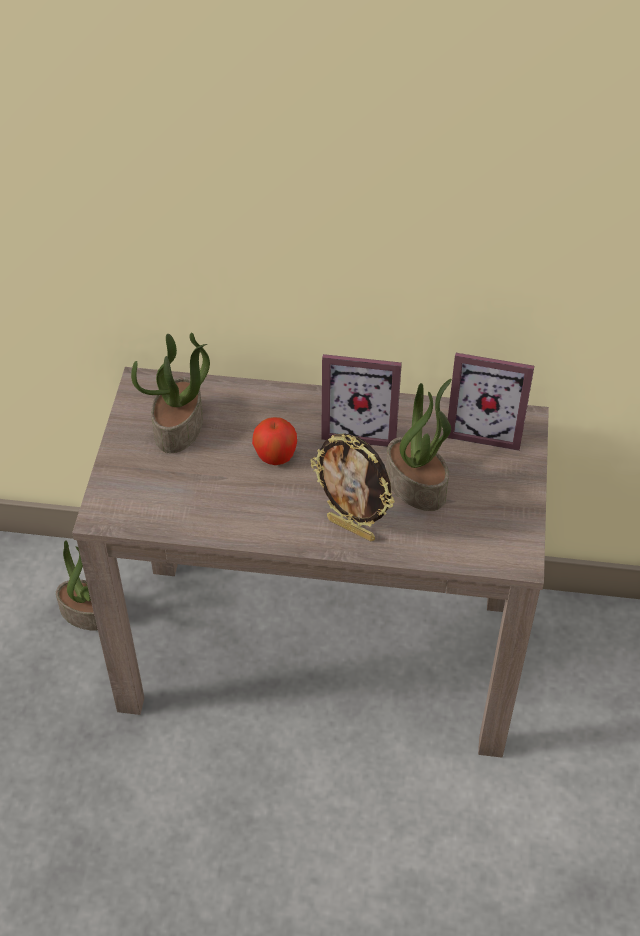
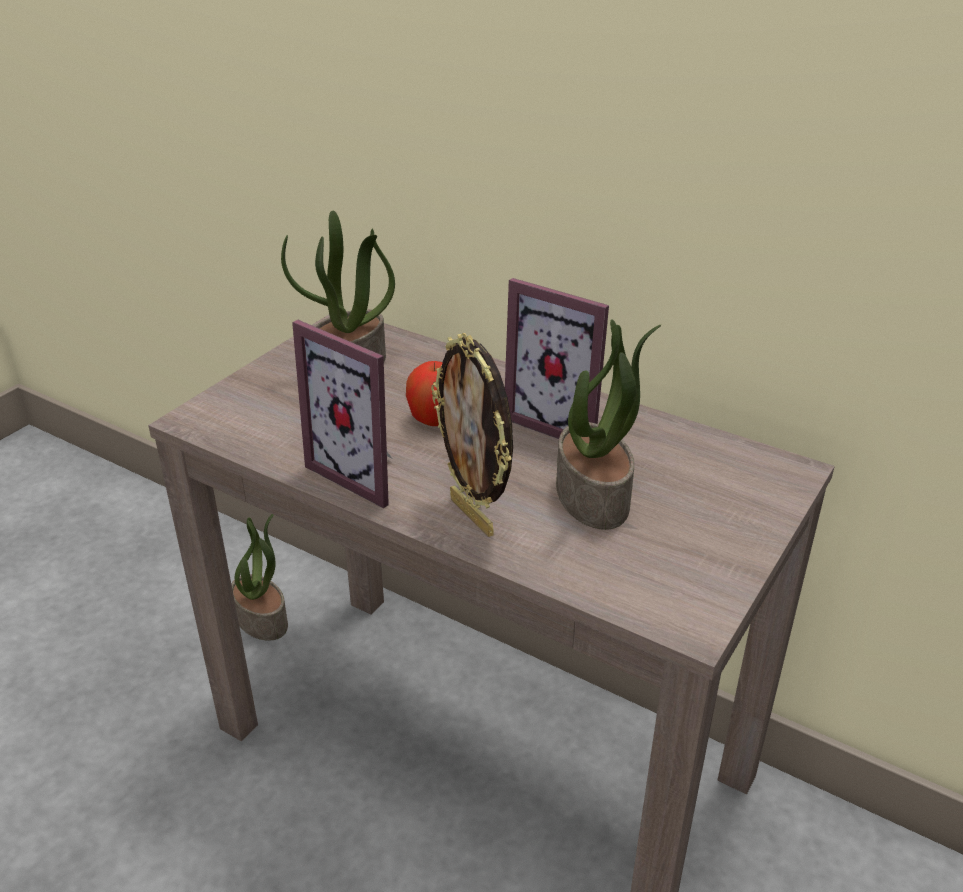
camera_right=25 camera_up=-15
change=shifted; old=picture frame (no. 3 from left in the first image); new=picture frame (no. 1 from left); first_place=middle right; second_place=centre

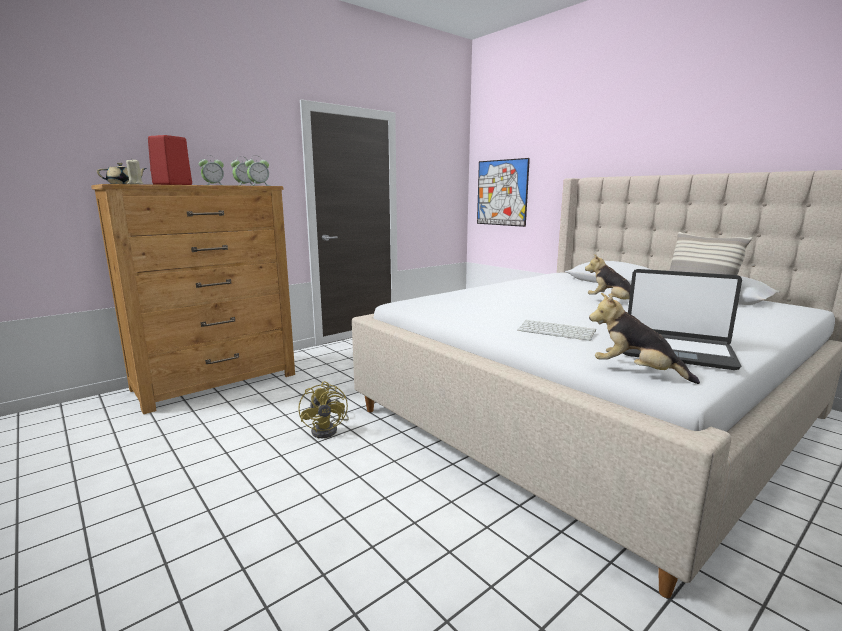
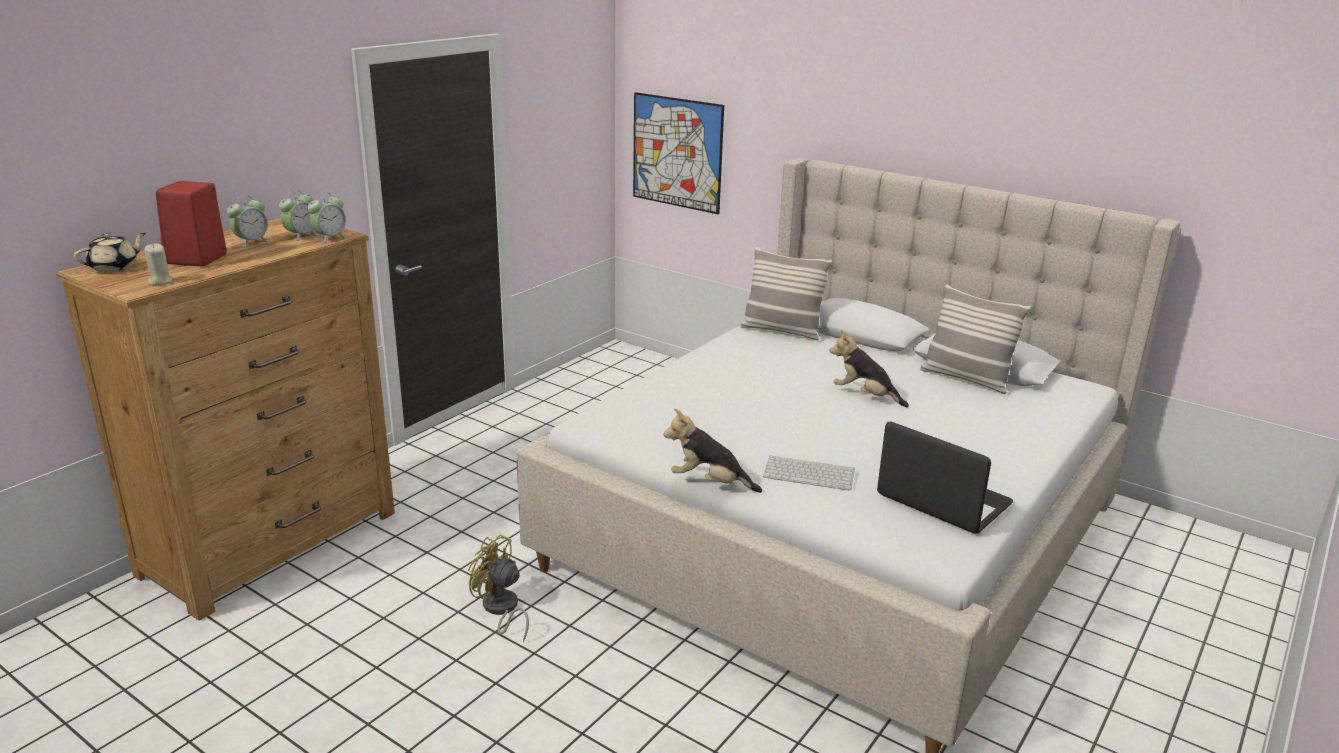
camera_right=-15 camera_up=10
change=rotated; old=yellow fan; first_place=centre; second_place=bottom centre; degrees=150
change=shifted; old=plush toy (no. 2 from left in the first image); new=plush toy (no. 1 from left); first_place=middle right; second_place=centre
change=new; new=pillow (no. 1 from left); second_place=centre
change=rotated; old=laptop; first_place=middle right; second_place=middle right; degrees=-150

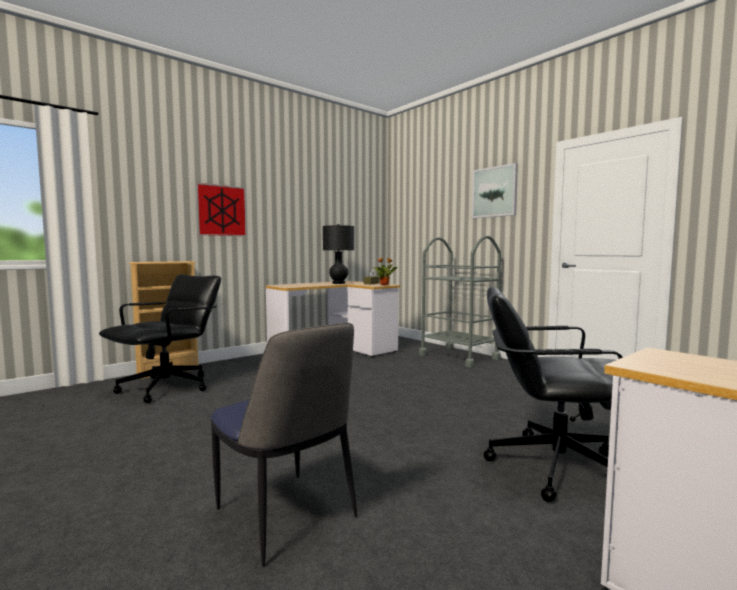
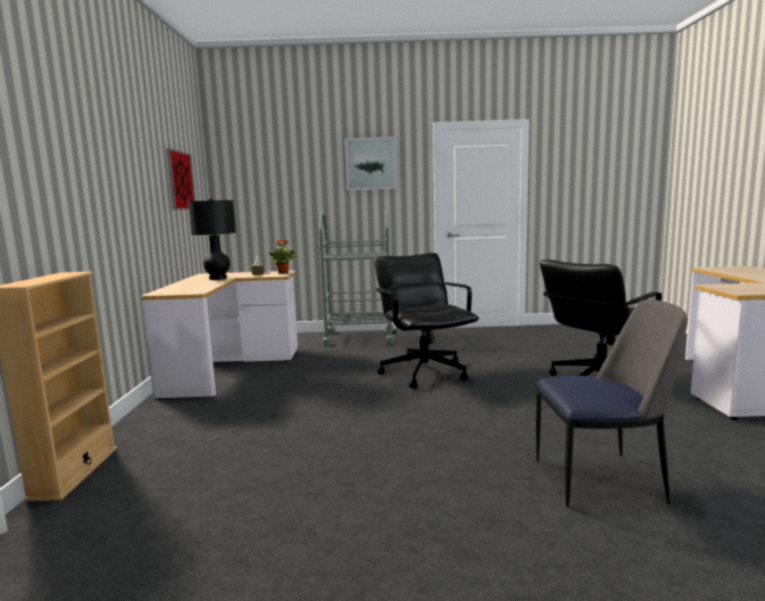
camera_right=-50 camera_up=5
change=shifted; old=picture (no. 1 from left); first_place=middle left; second_place=top left
change=shifted; old=black office chair (no. 1 from left); first_place=middle left; second_place=centre

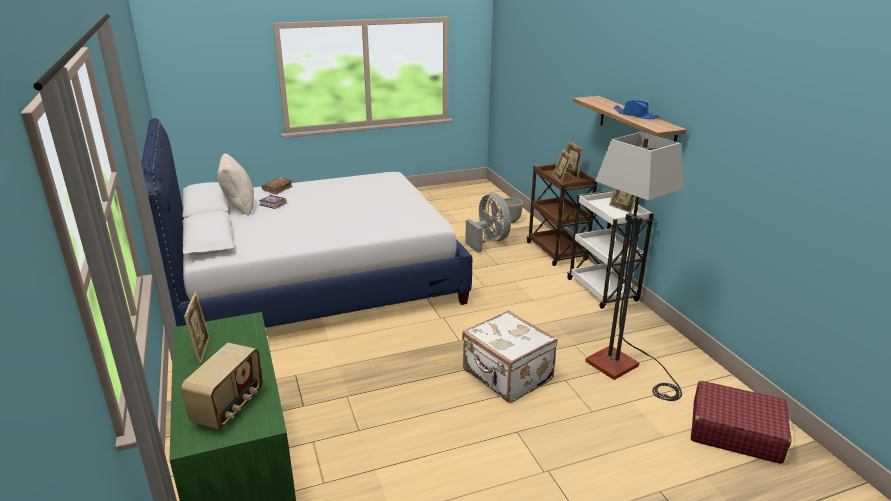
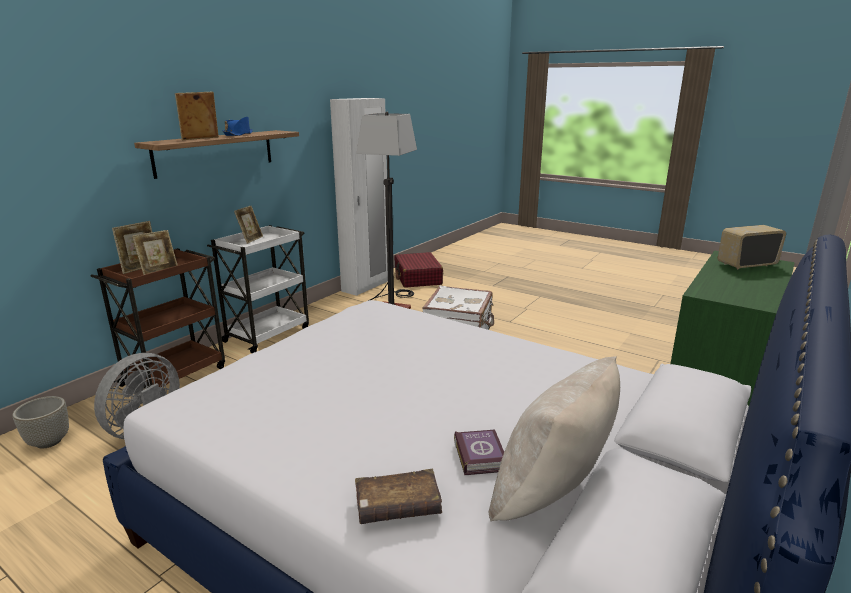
camera_right=-125 camera_up=-5
change=shifted; old=picture frame (no. 1 from left in the first image); new=picture frame (no. 3 from left); first_place=middle left; second_place=top left
change=new; new=white wardrobe; second_place=top centre

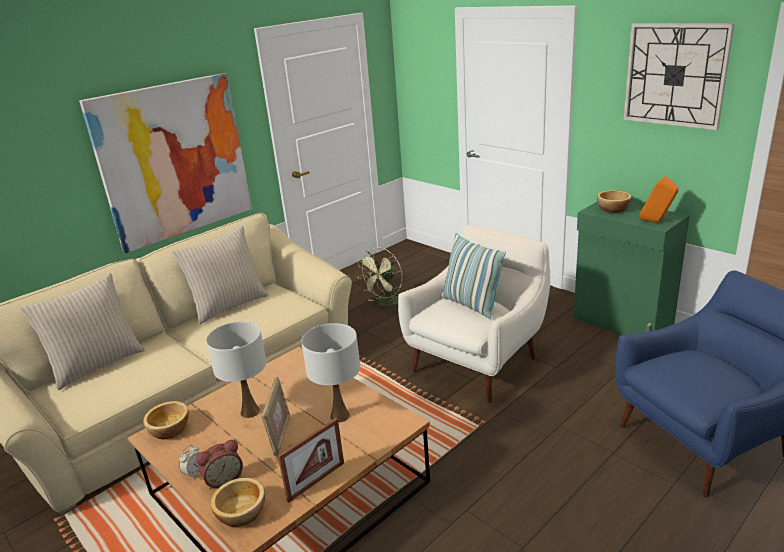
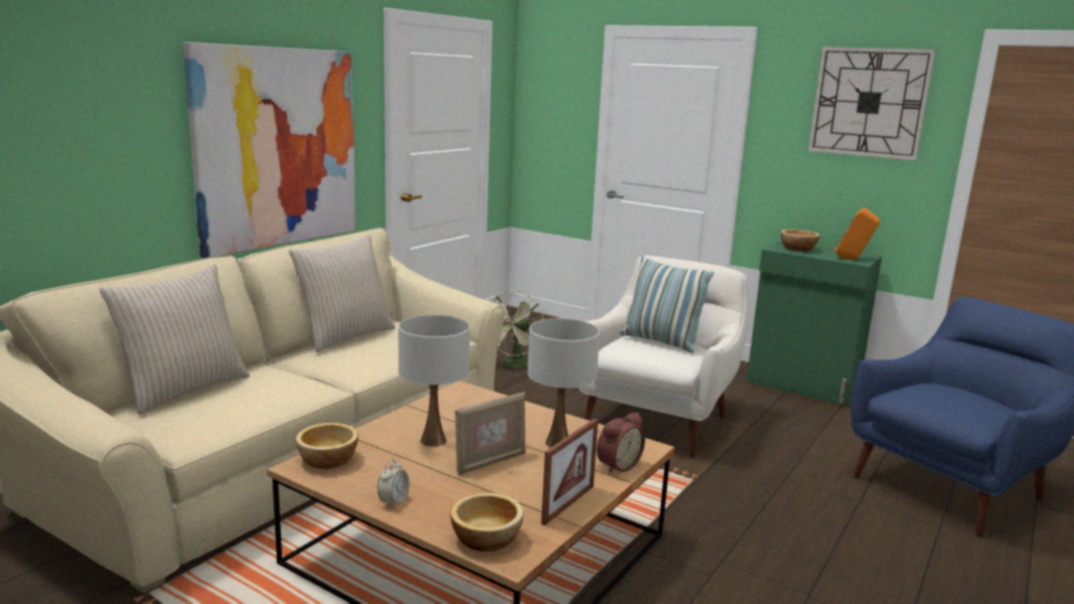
camera_right=-15 camera_up=-10
change=rotated; old=picture frame (no. 1 from left); first_place=bottom centre; second_place=bottom centre; degrees=60
change=shifted; old=alarm clock (no. 2 from left); first_place=bottom left; second_place=bottom centre

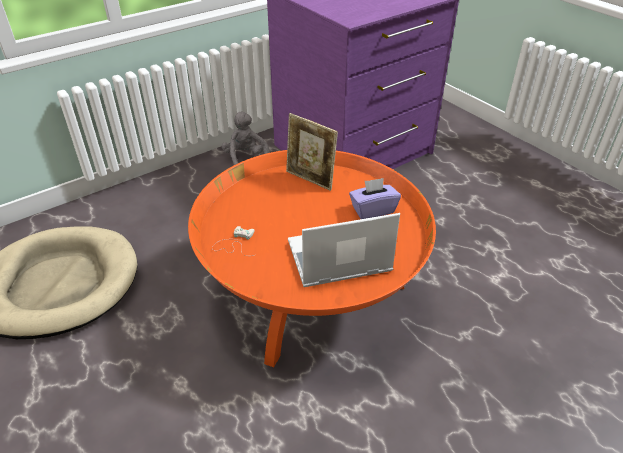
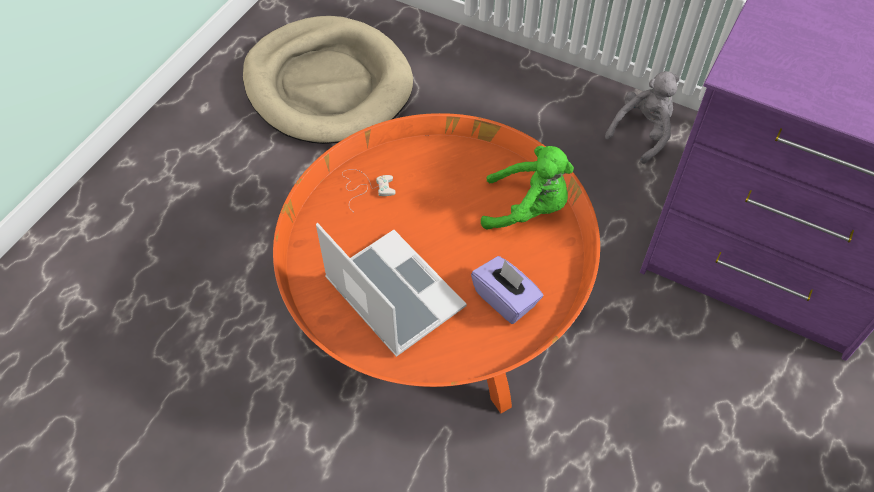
camera_right=65 camera_up=15
change=swapped; old=picture frame; new=green plush toy; first_place=centre; second_place=centre

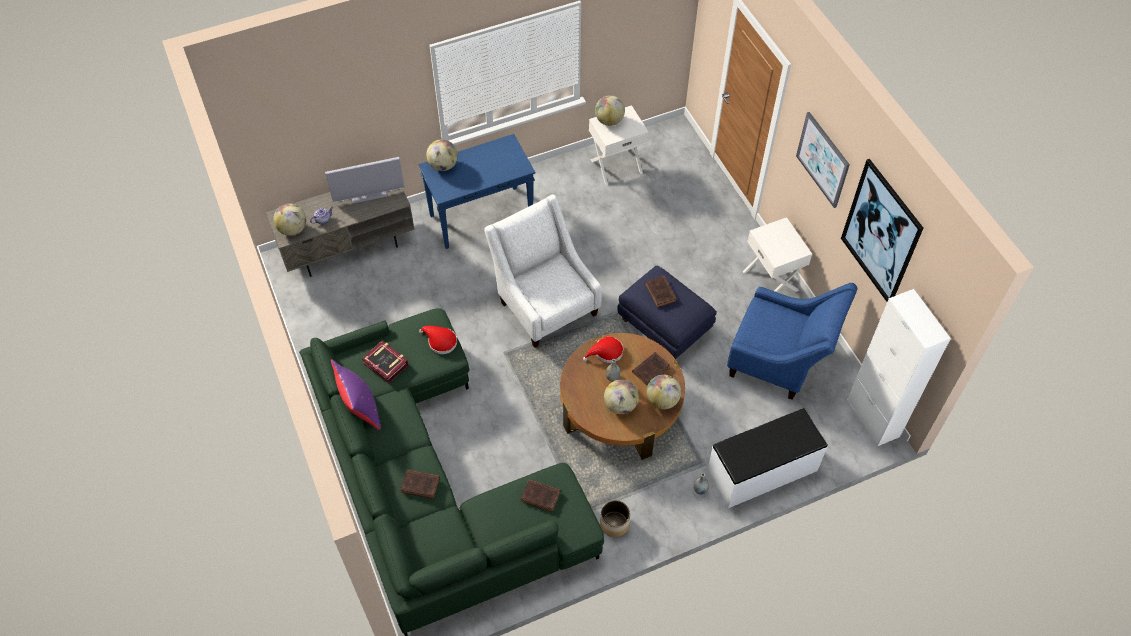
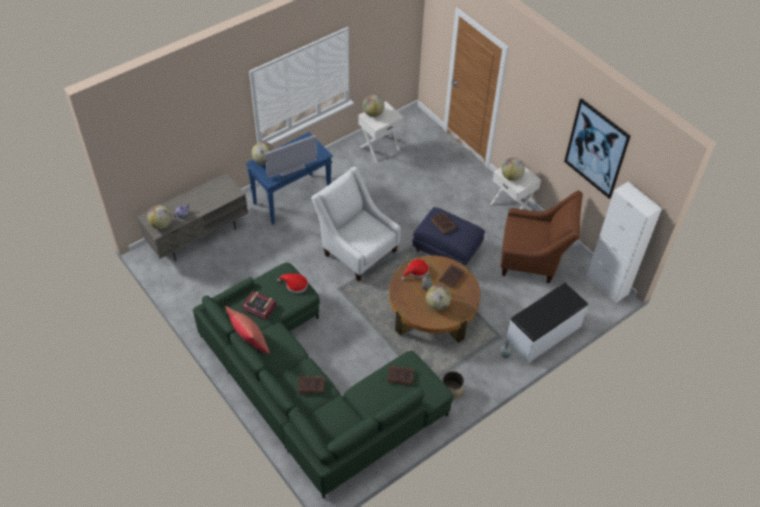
camera_right=-15 camera_up=-5
change=repainted; old=purple pillow; new=red pillow; first_place=middle left; second_place=middle left
change=shifted; old=television; first_place=top left; second_place=top centre
change=repainted; old=blue armchair; new=brown armchair; first_place=middle right; second_place=middle right
change=shifted; old=globe (no. 5 from left); first_place=centre; second_place=middle right
change=gone; old=picture (no. 1 from left); first_place=top right

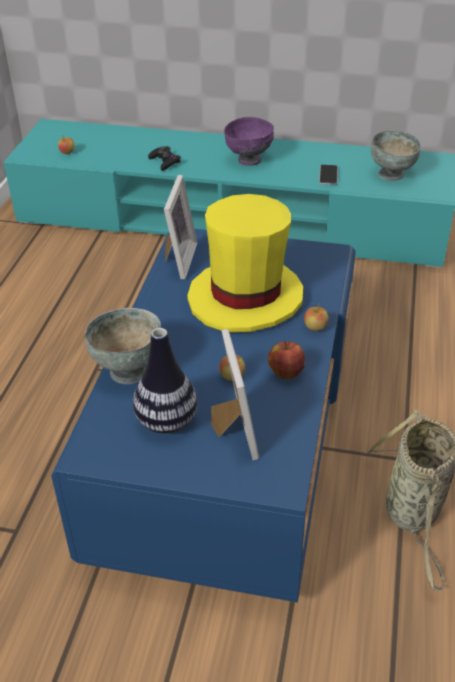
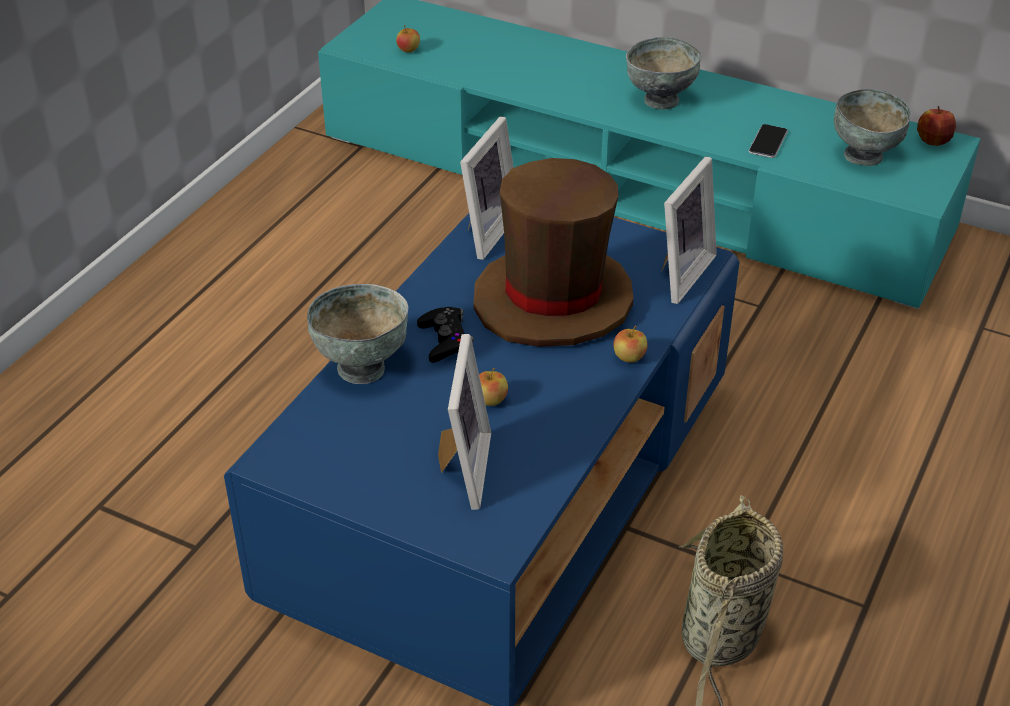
camera_right=15 camera_up=0
change=shifted; old=black game controller; first_place=top centre; second_place=centre
change=repainted; old=yellow hat; new=brown hat; first_place=centre; second_place=centre
change=repainted; old=purple bowl; new=grey bowl (no. 2 from left); first_place=top centre; second_place=top centre
change=new; new=picture frame (no. 3 from left); second_place=top right
change=shifted; old=apple (no. 3 from left in the first image); new=apple (no. 4 from left); first_place=centre; second_place=top right
change=gone; old=vase; first_place=centre

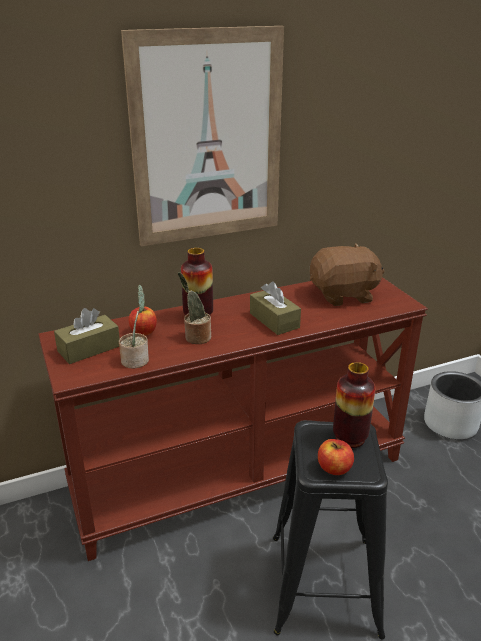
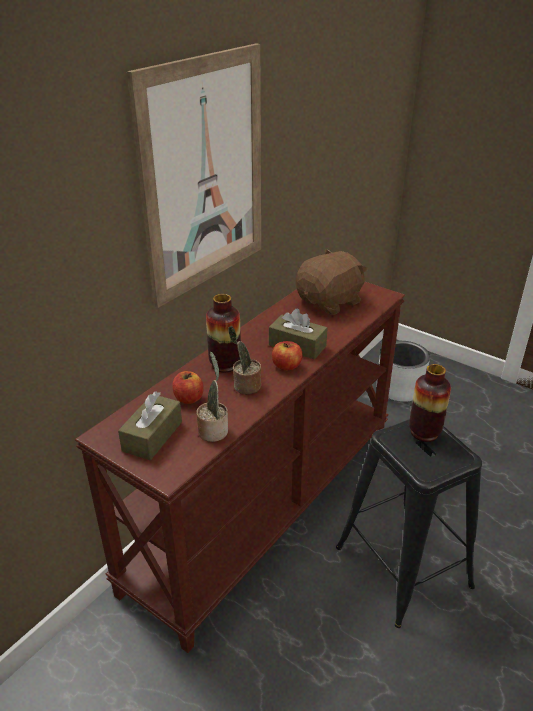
camera_right=-30 camera_up=5
change=shifted; old=apple (no. 2 from left); first_place=bottom right; second_place=centre

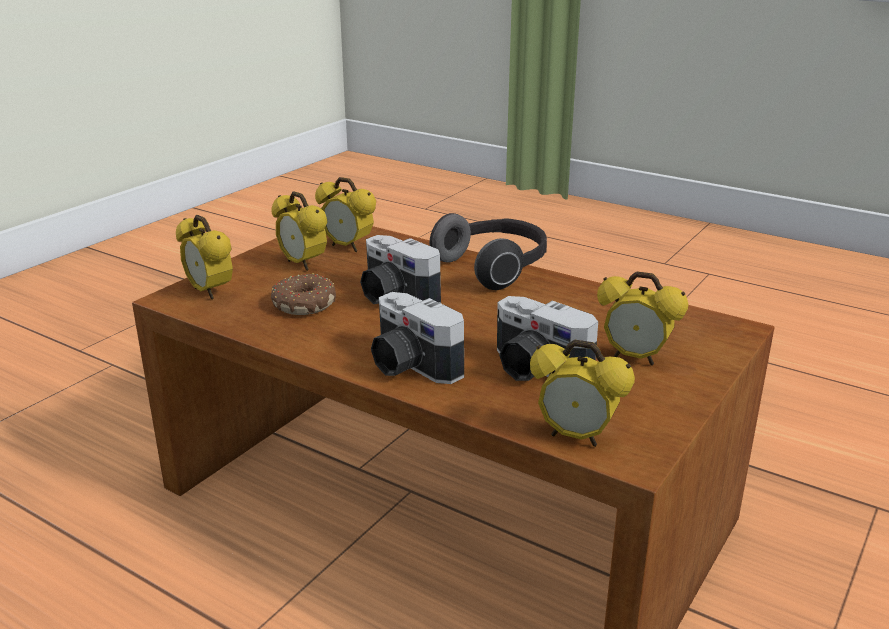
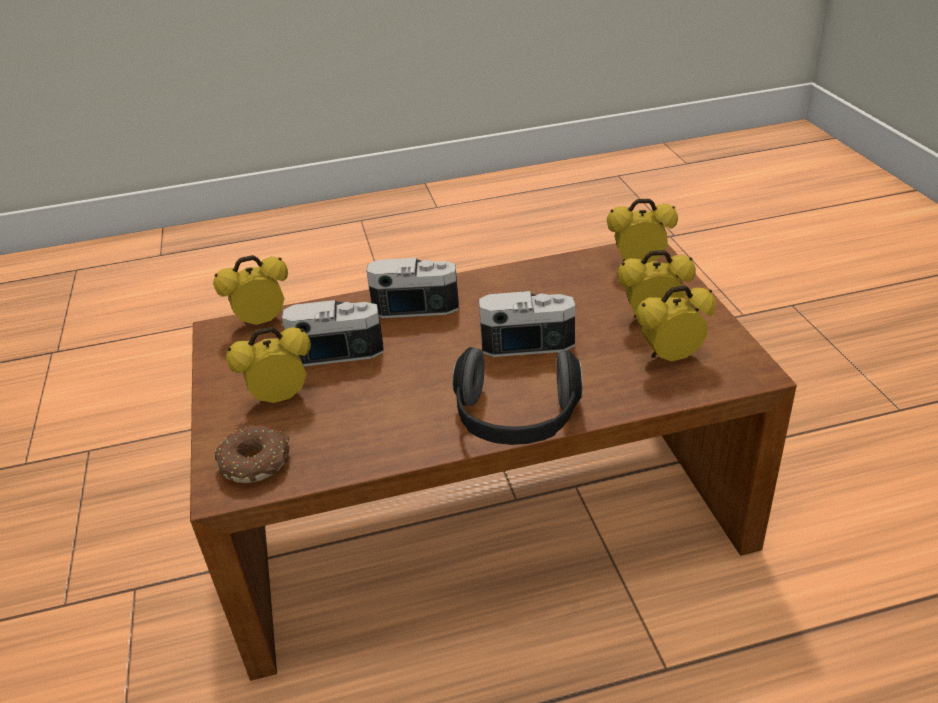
camera_right=135 camera_up=10
change=shifted; old=donut; first_place=centre; second_place=middle left

